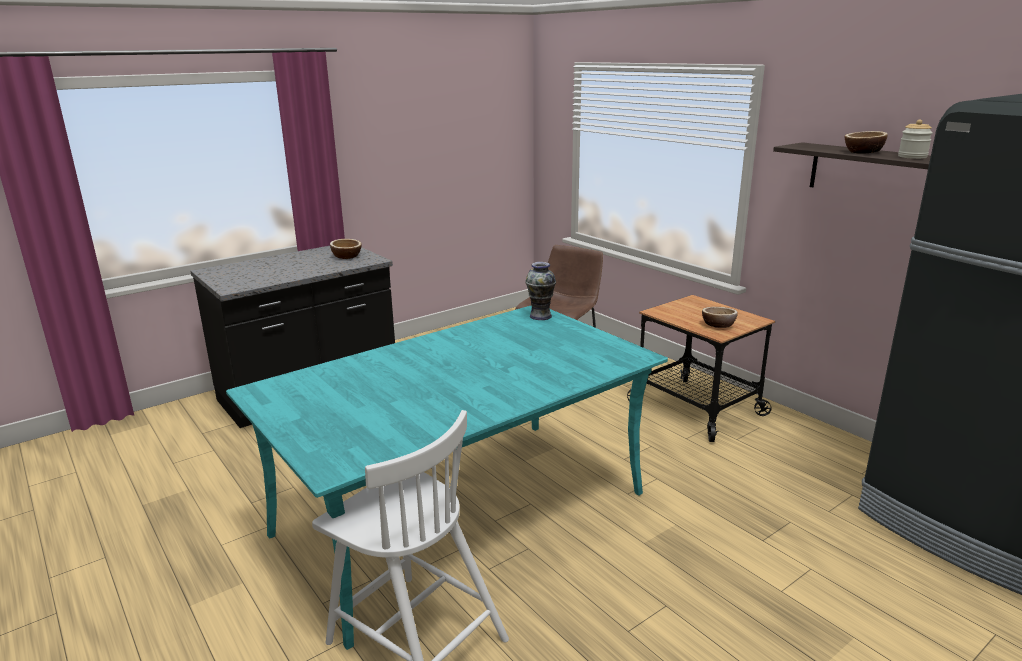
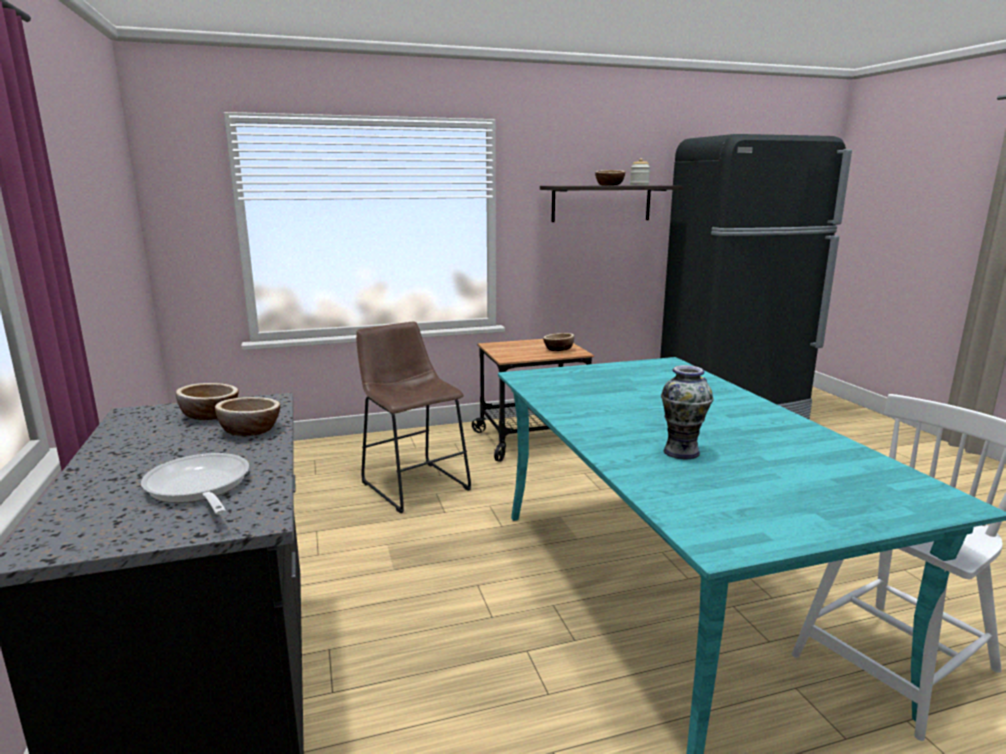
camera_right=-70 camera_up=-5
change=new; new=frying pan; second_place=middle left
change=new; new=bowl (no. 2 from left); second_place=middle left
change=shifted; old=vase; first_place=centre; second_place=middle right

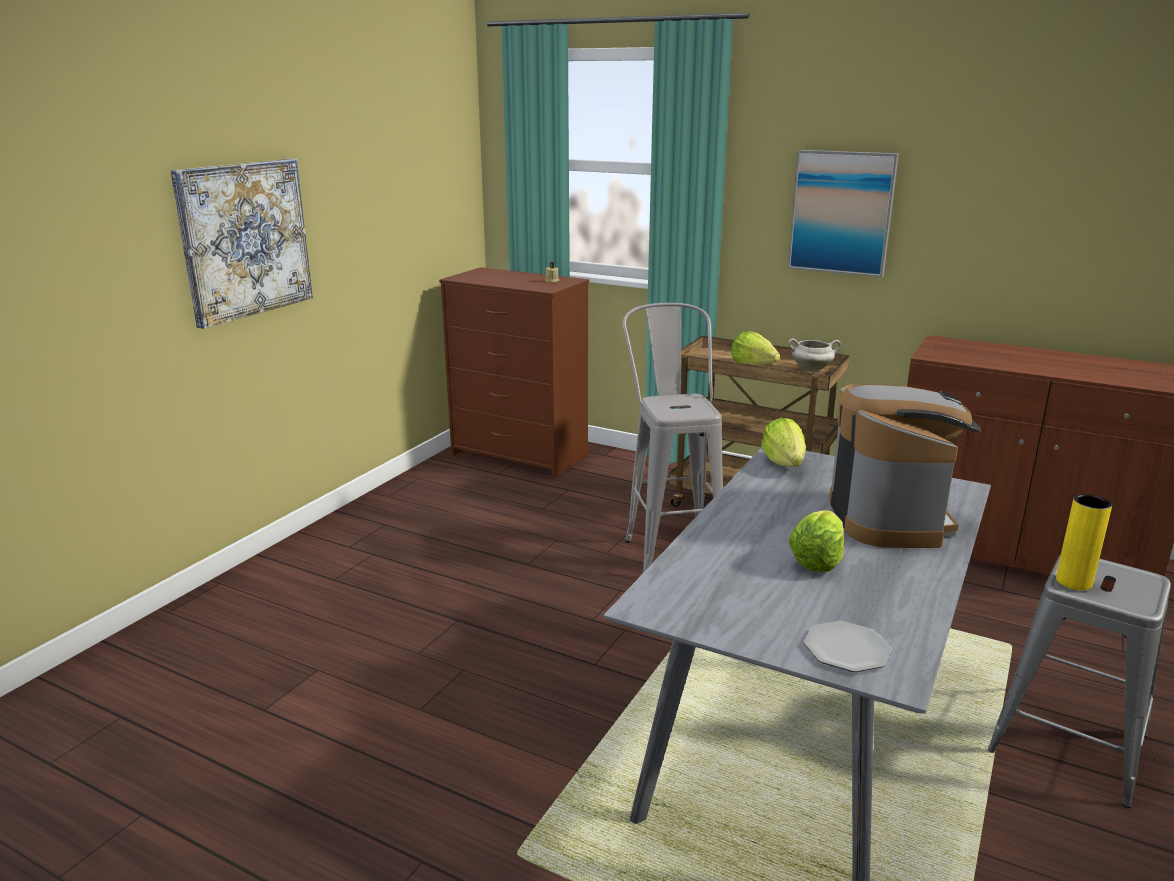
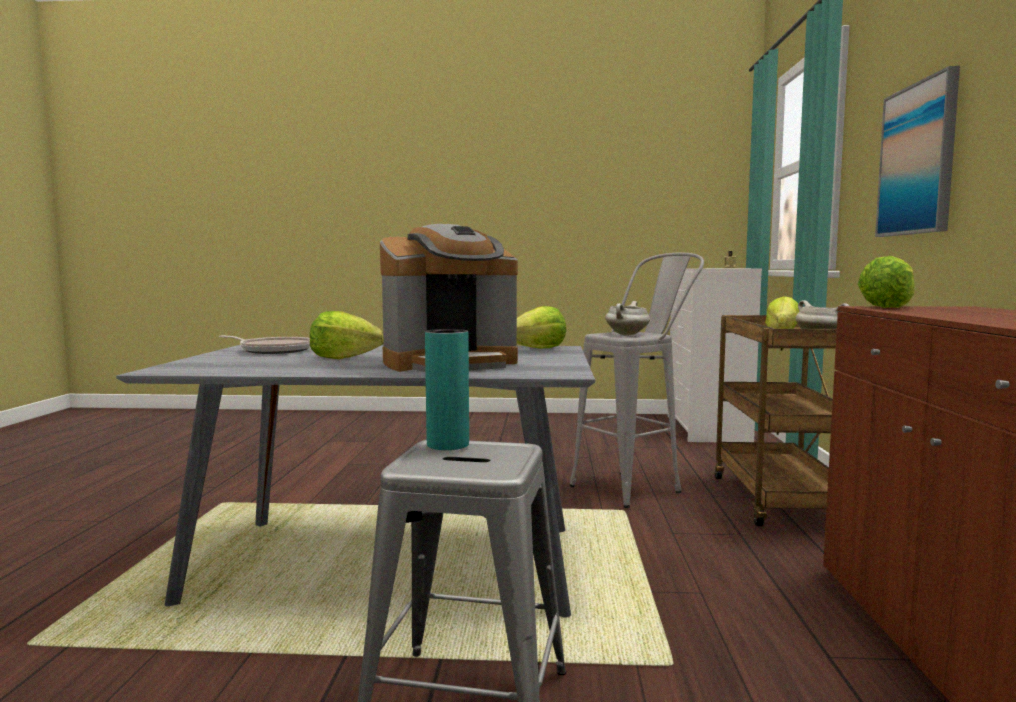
camera_right=65 camera_up=-15
change=new; new=frying pan; second_place=middle left
change=repainted; old=yellow vase; new=turquoise vase; first_place=middle right; second_place=centre
change=new; new=white cooking pot (no. 1 from left); second_place=centre
change=repainted; old=brown dresser; new=white dresser; first_place=centre; second_place=middle right
change=new; new=lettuce (no. 4 from left); second_place=middle right
change=gone; old=picture (no. 1 from left); first_place=top left
change=gone; old=plate; first_place=bottom right

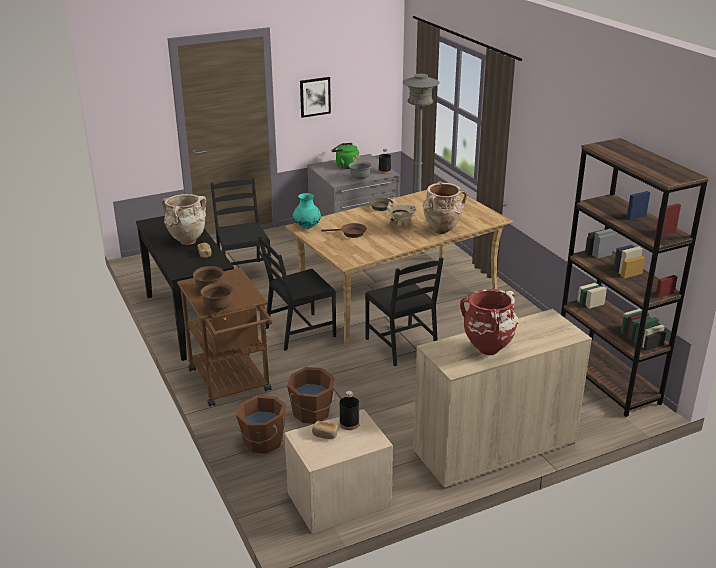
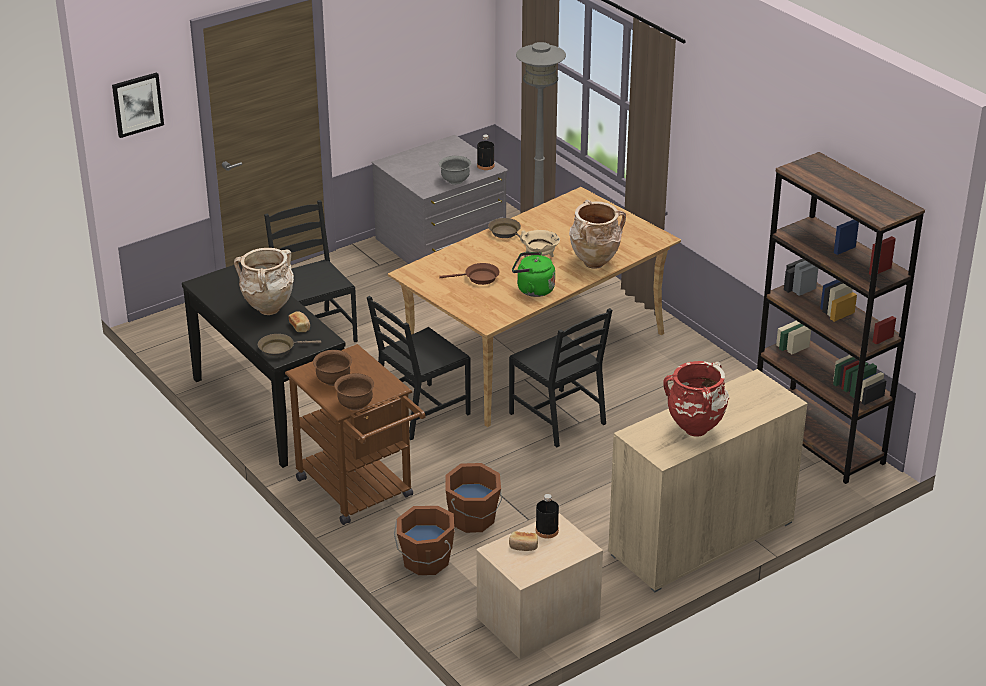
camera_right=-10 camera_up=5
change=shifted; old=picture; first_place=top centre; second_place=top left
change=new; new=brown frying pan (no. 1 from left); second_place=middle left
change=shifted; old=green kettle; first_place=top centre; second_place=centre
change=gone; old=turquoise vase; first_place=centre

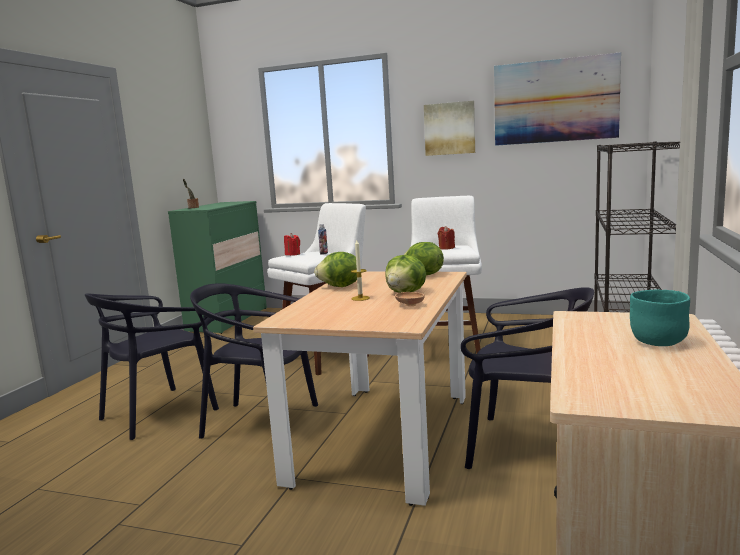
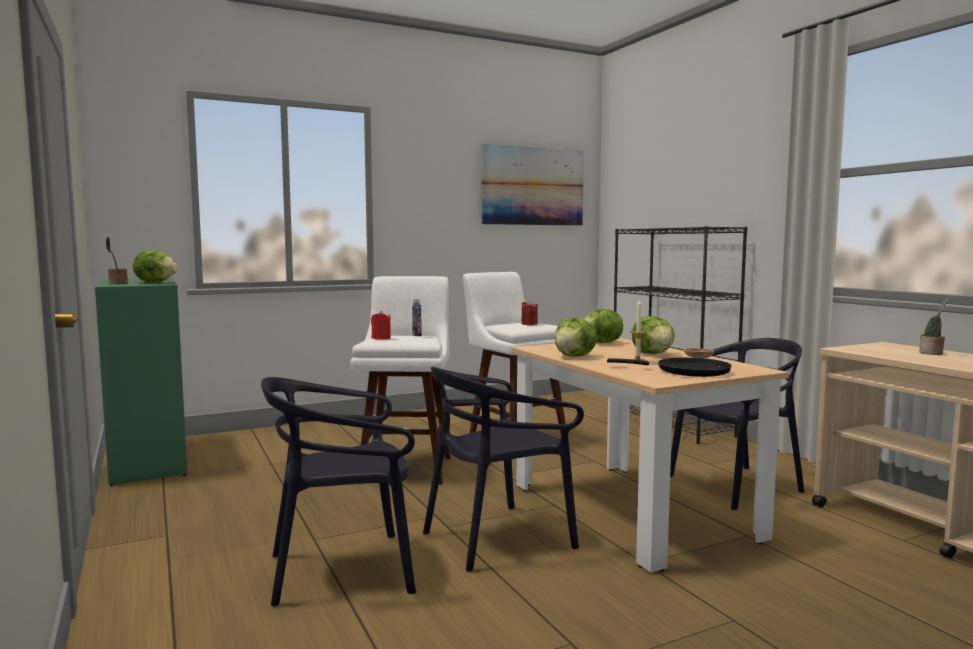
camera_right=-45 camera_up=-5
change=new; new=lettuce (no. 1 from left); second_place=middle left
change=rotated; old=black chair (no. 1 from left); first_place=middle left; second_place=bottom centre; degrees=75
change=new; new=black frying pan; second_place=middle right
change=swapped; old=turquoise bowl; new=potted plant (no. 2 from left); first_place=middle right; second_place=middle right
change=gone; old=picture (no. 1 from left); first_place=top centre

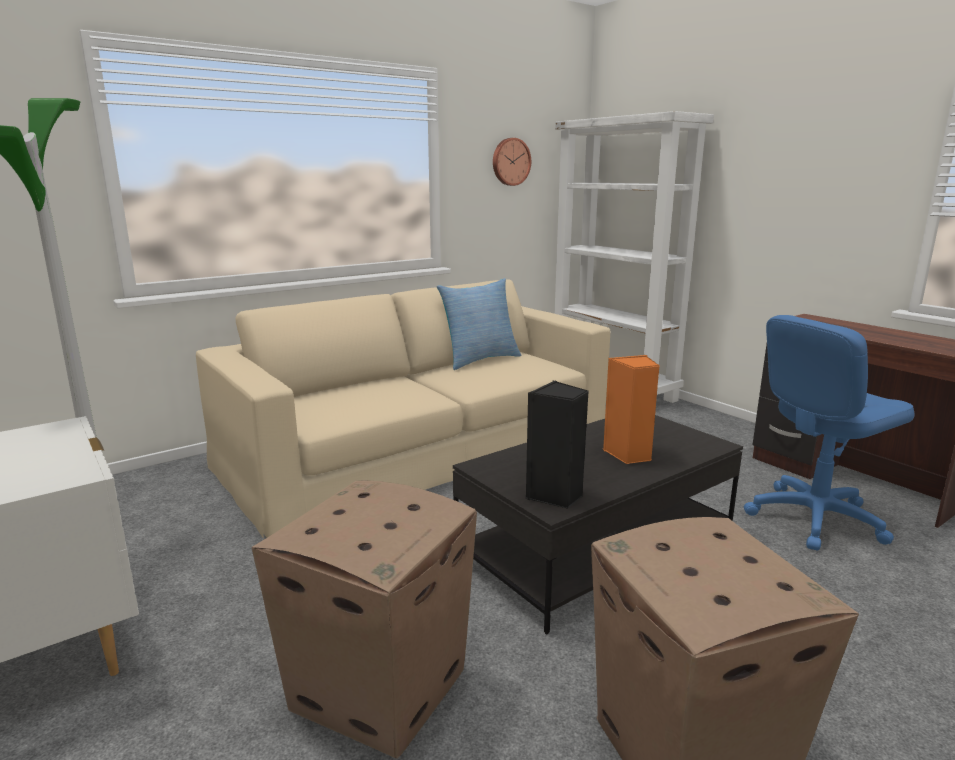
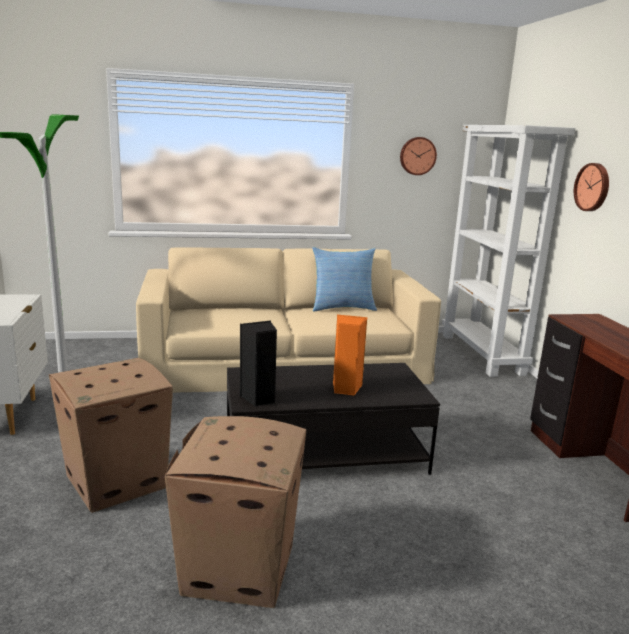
camera_right=25 camera_up=0
change=new; new=wall clock (no. 2 from left); second_place=top right
change=gone; old=blue office chair; first_place=middle right

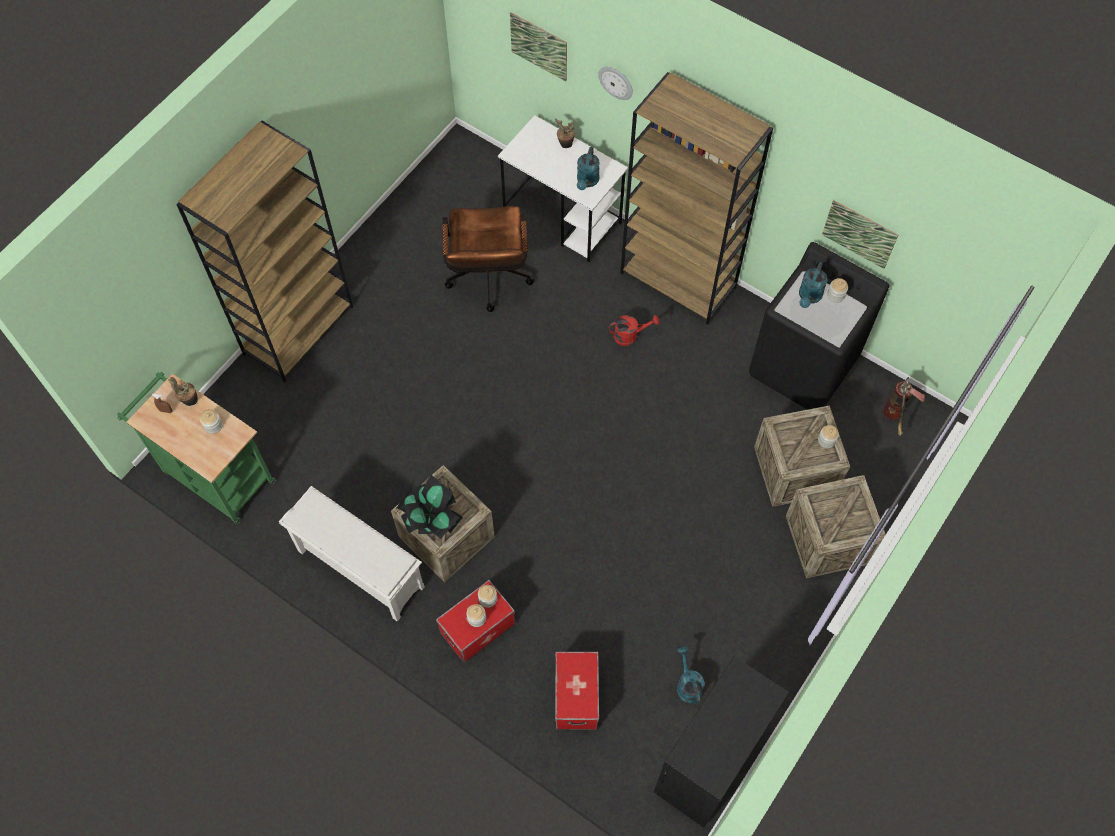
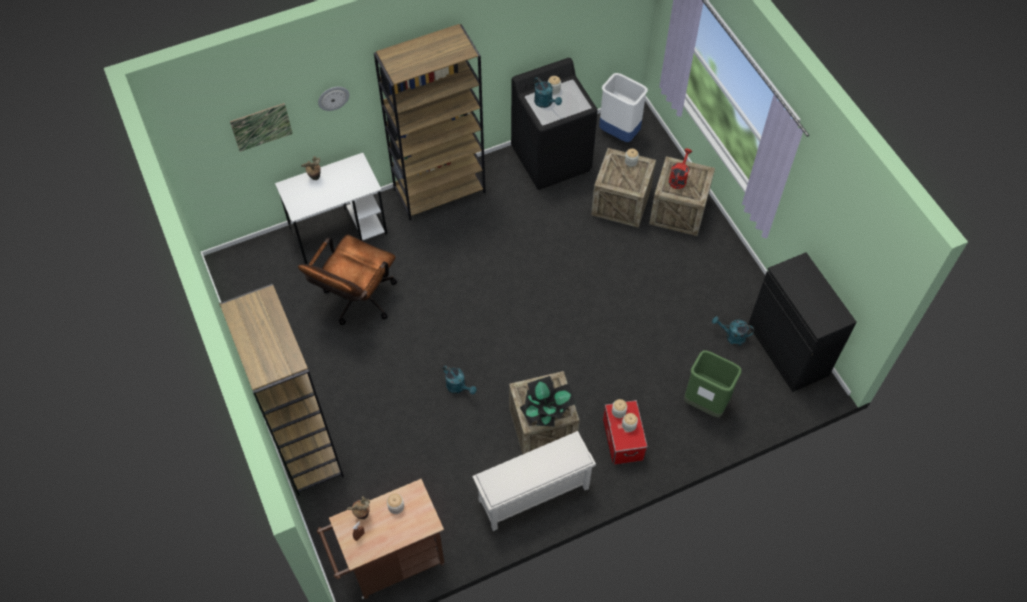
camera_right=-60 camera_up=-5
change=rotated; old=brown office chair; first_place=top centre; second_place=centre; degrees=90
change=repainted; old=green cart; new=brown cart; first_place=middle left; second_place=bottom centre
change=shifted; old=turquoise watering can (no. 1 from left); first_place=top centre; second_place=centre
change=swapped; old=fire extinguisher; new=white trash can; first_place=middle right; second_place=top centre
change=shifted; old=red watering can; first_place=centre; second_place=top centre
change=swapped; old=storage box (no. 2 from left); new=green trash can; first_place=bottom centre; second_place=middle right
change=gone; old=picture (no. 2 from left); first_place=top right

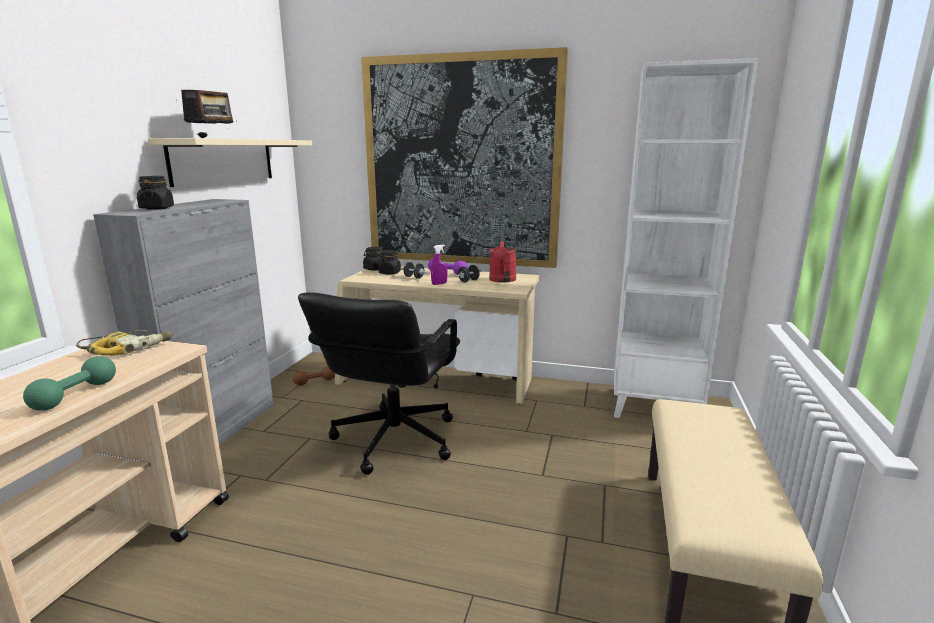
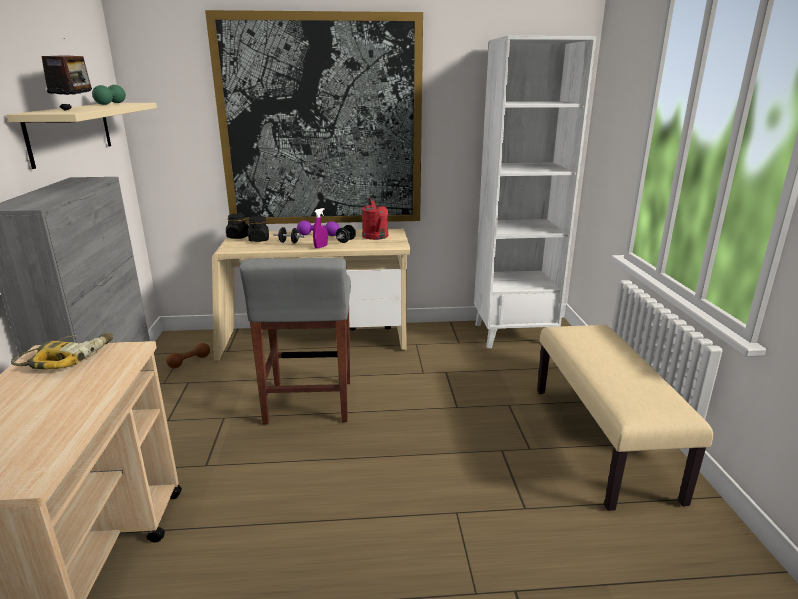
camera_right=-20 camera_up=5
change=shifted; old=green dumbbell; first_place=middle left; second_place=top left
change=swapped; old=black office chair; new=grey stool; first_place=centre; second_place=centre
change=gone; old=black jar (no. 1 from left); first_place=top left

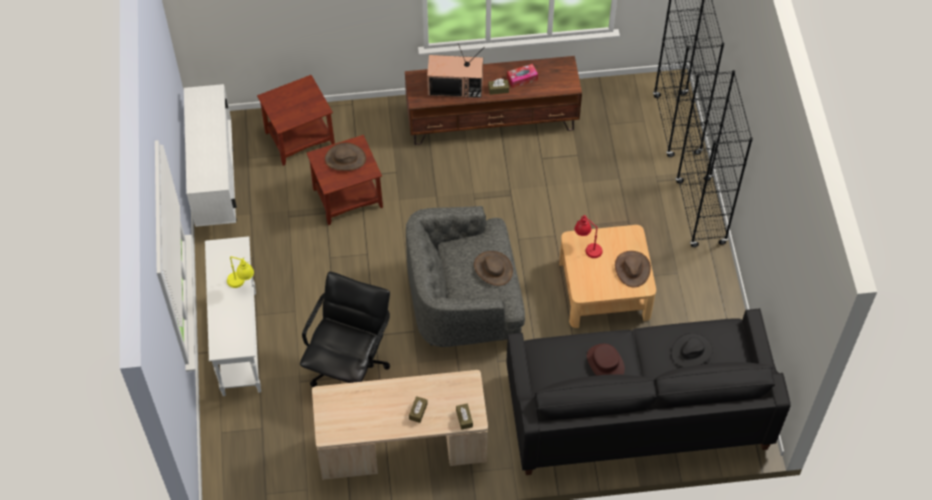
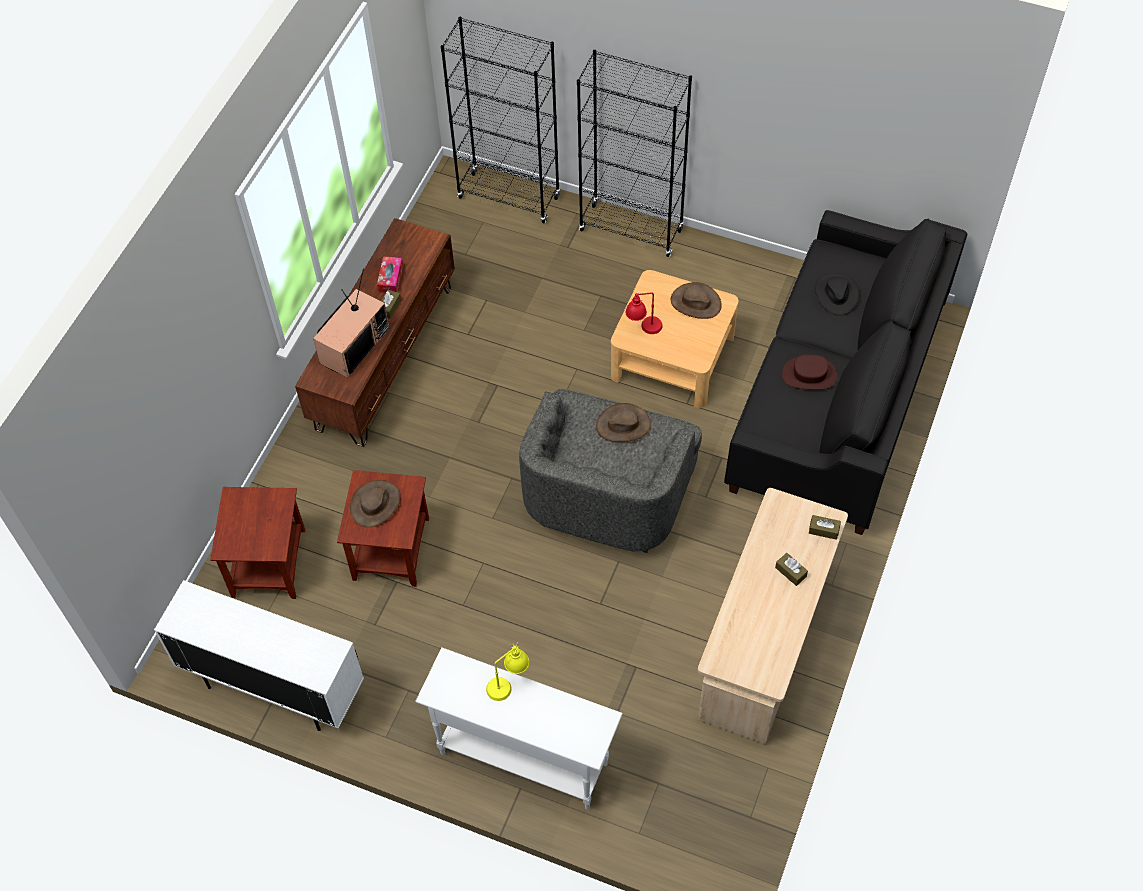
camera_right=-60 camera_up=0
change=gone; old=black office chair; first_place=centre

